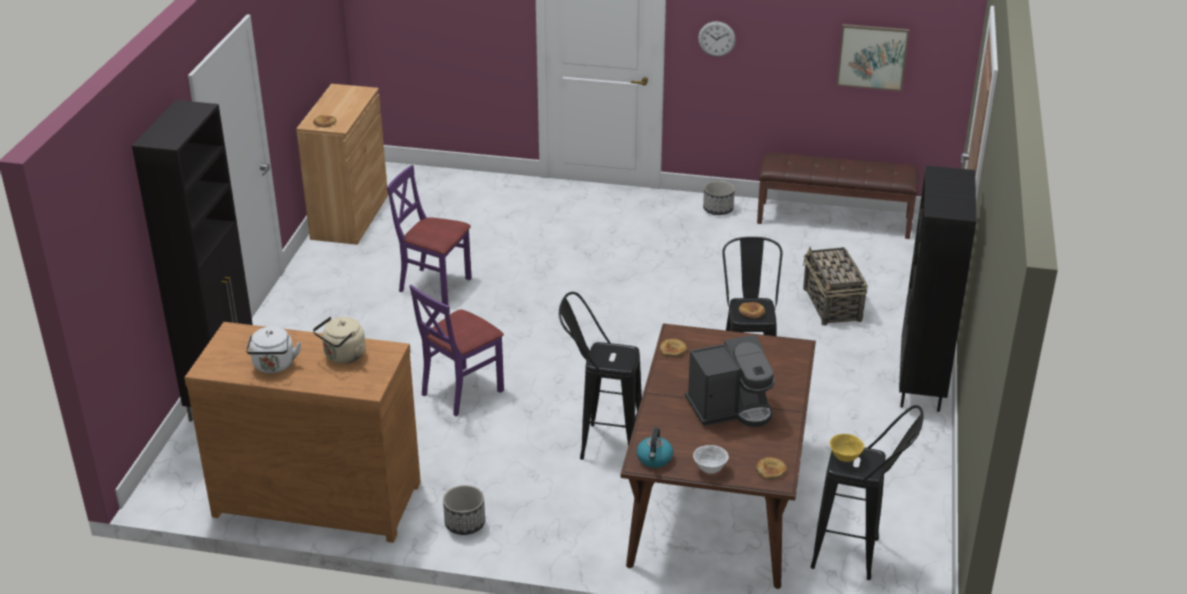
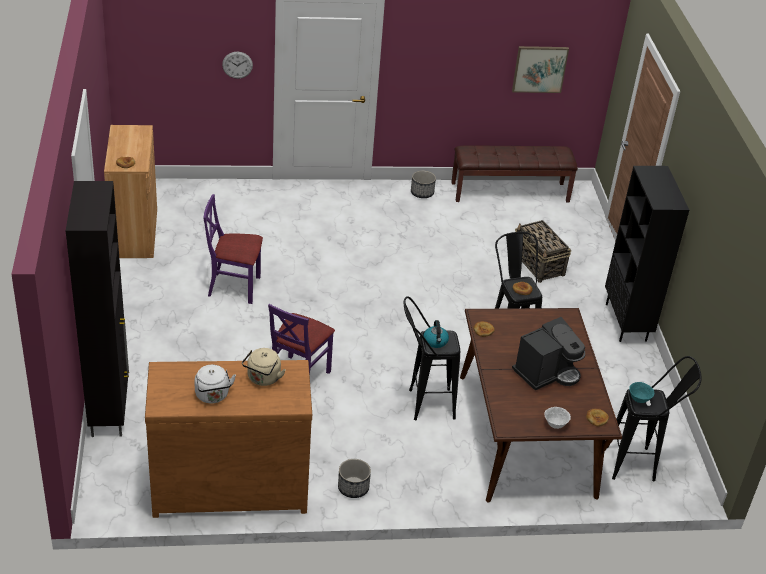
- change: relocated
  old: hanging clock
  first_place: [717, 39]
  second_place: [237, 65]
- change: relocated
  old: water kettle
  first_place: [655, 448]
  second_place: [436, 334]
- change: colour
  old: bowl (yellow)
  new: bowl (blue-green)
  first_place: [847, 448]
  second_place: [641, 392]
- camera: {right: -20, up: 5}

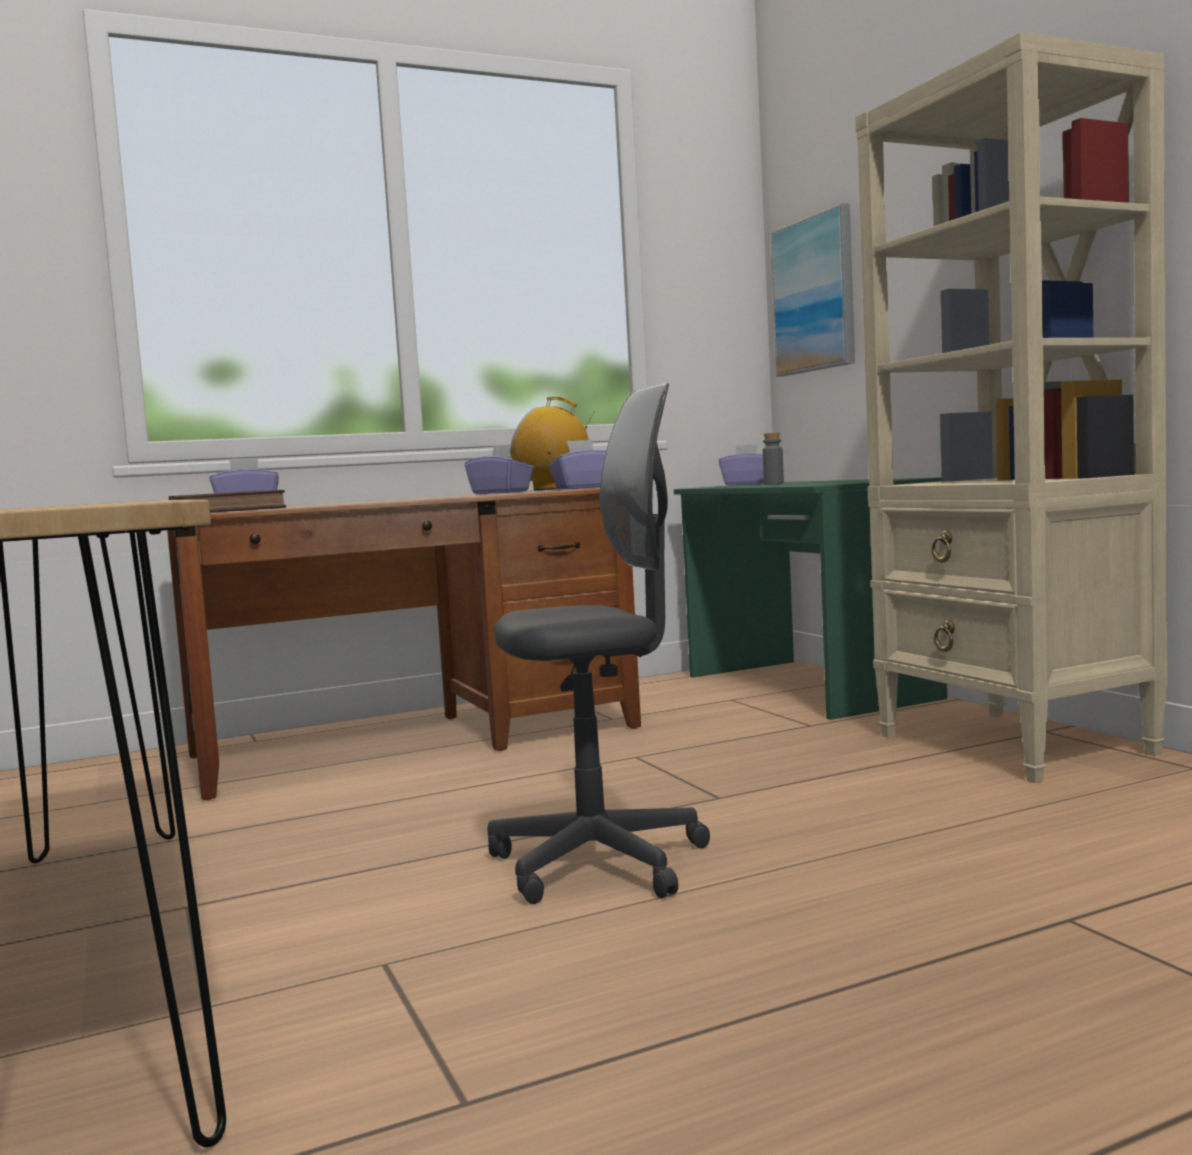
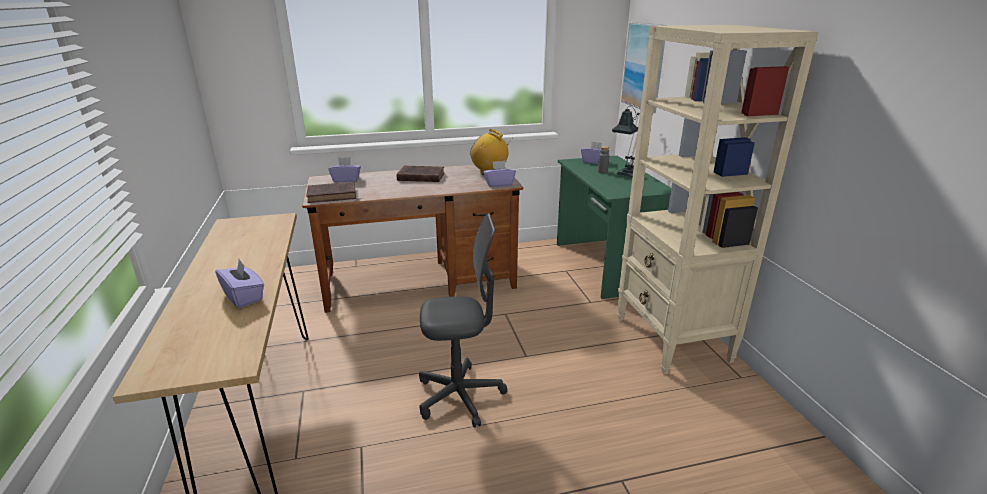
- change: relocated
  old: tissue box (purplish)
  first_place: [499, 469]
  second_place: [239, 284]
- change: appeared
  new: tabletop lamp
  second_place: [626, 141]
- change: appeared
  new: bound book (brown)
  second_place: [420, 174]
- camera: {right: 10, up: 20}

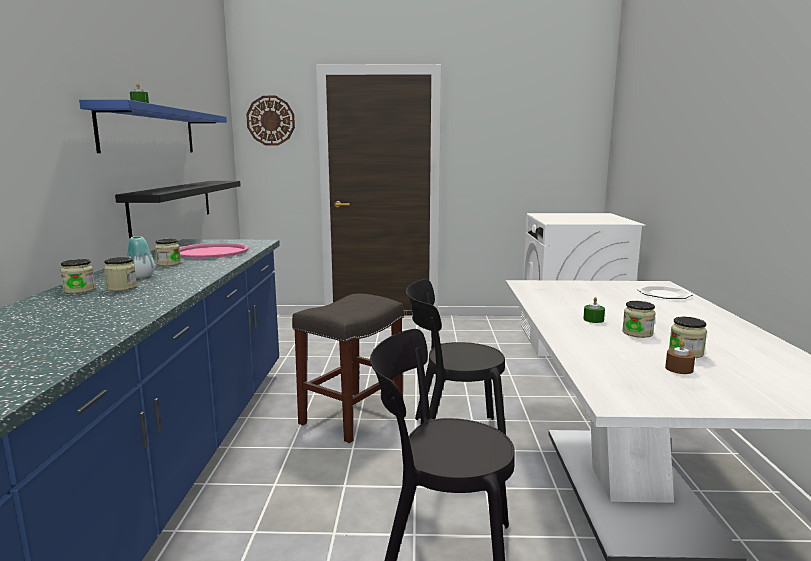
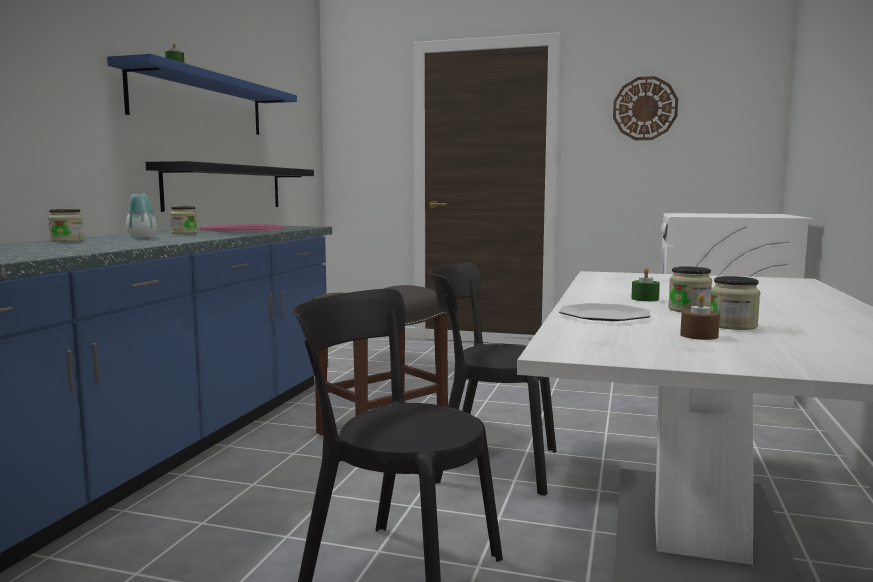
- change: relocated
  old: hanging clock
  first_place: [270, 121]
  second_place: [645, 108]
- change: missing
  old: preserve jar
  first_place: [120, 274]
- change: relocated
  old: plate
  first_place: [665, 292]
  second_place: [604, 312]
- camera: {right: 15, up: -5}

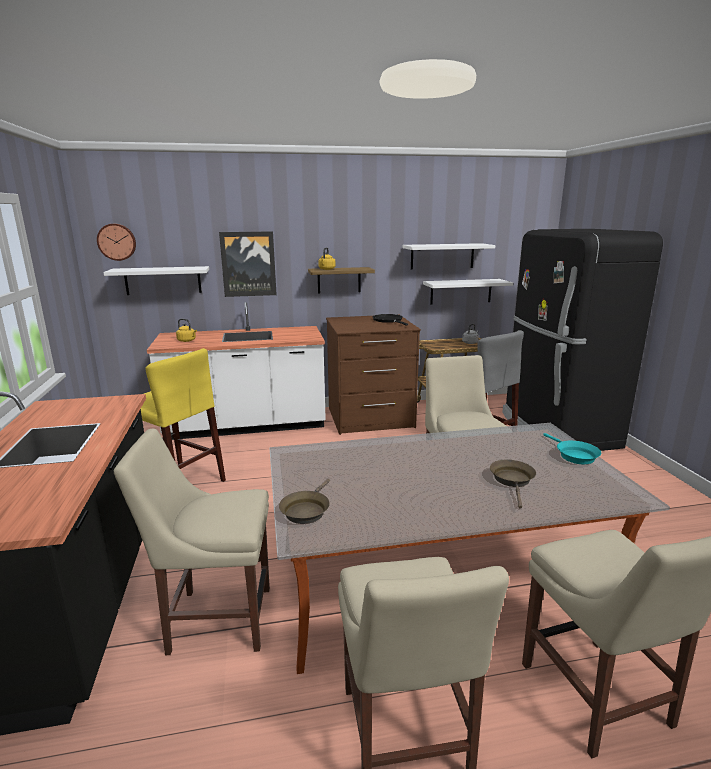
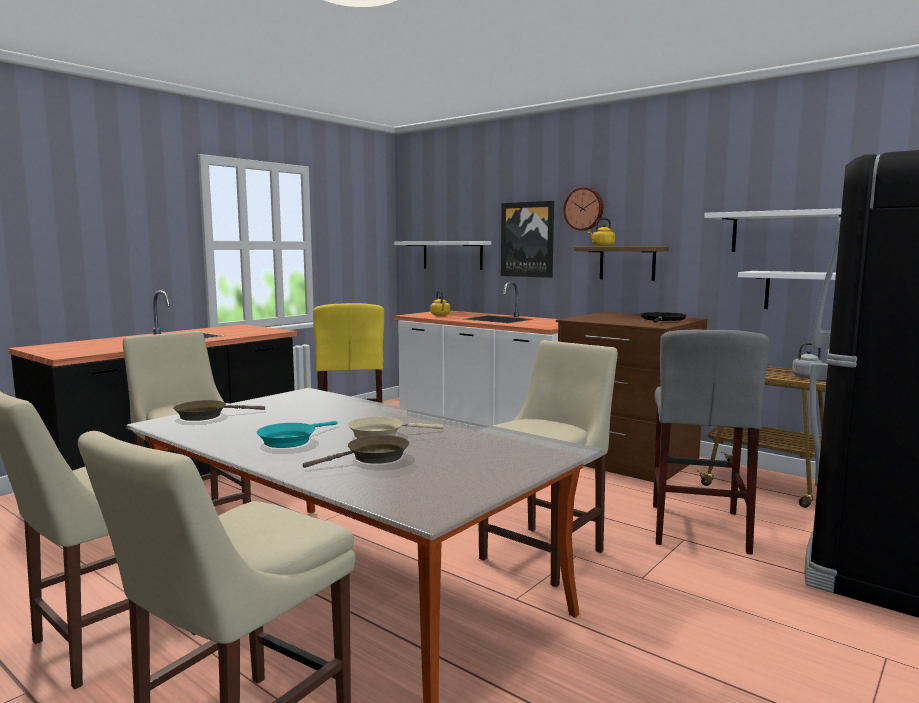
- change: relocated
  old: hanging clock
  first_place: [116, 242]
  second_place: [583, 209]
- change: relocated
  old: frying pan (blue-green)
  first_place: [572, 448]
  second_place: [296, 434]
- change: appeared
  new: frying pan (beige)
  second_place: [395, 427]
- camera: {right: 50, up: -10}

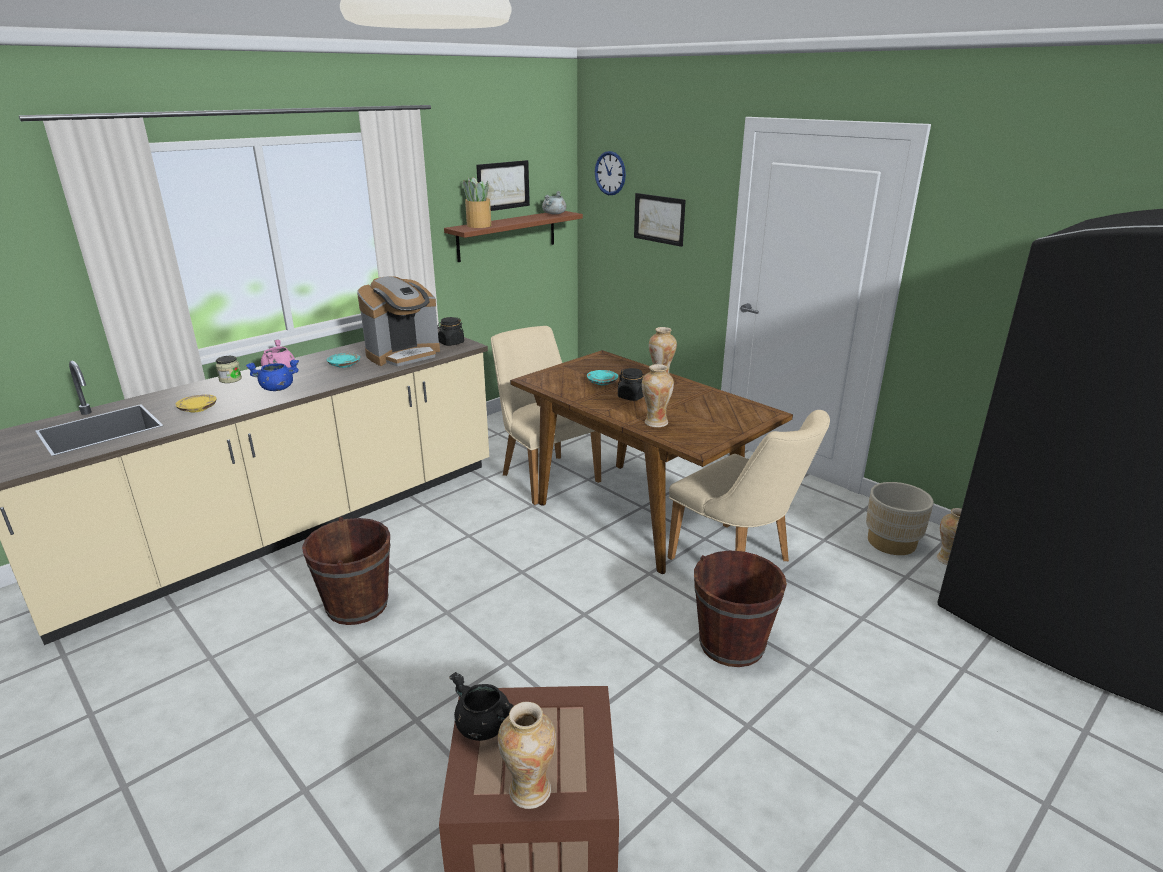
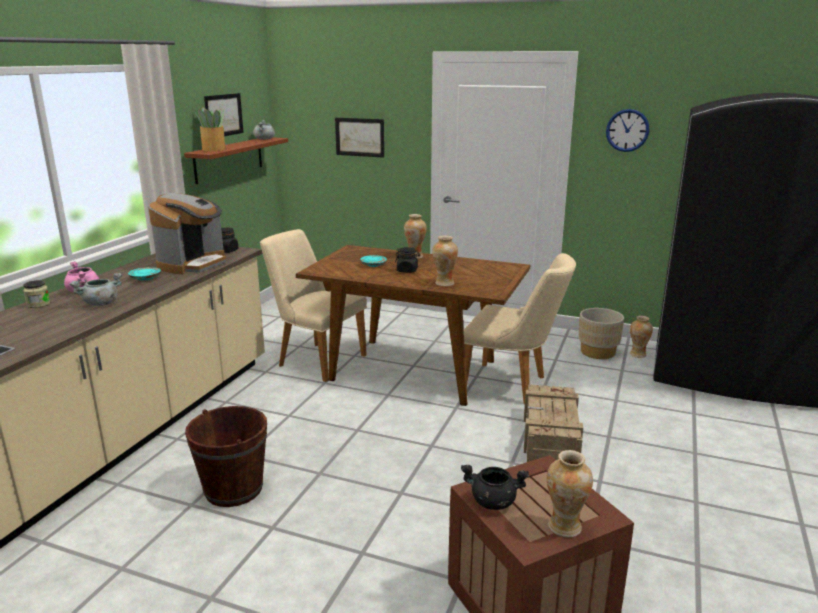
- change: relocated
  old: hanging clock
  first_place: [610, 173]
  second_place: [628, 130]
- change: colour
  old: cooking pot (bluish)
  new: cooking pot (grey)
  first_place: [272, 375]
  second_place: [96, 289]
- change: missing
  old: plate (yellow)
  first_place: [196, 403]
- change: exchanged
  old: pail (brown)
  new: packing crate
  first_place: [740, 609]
  second_place: [553, 423]
- camera: {right: -25, up: -5}

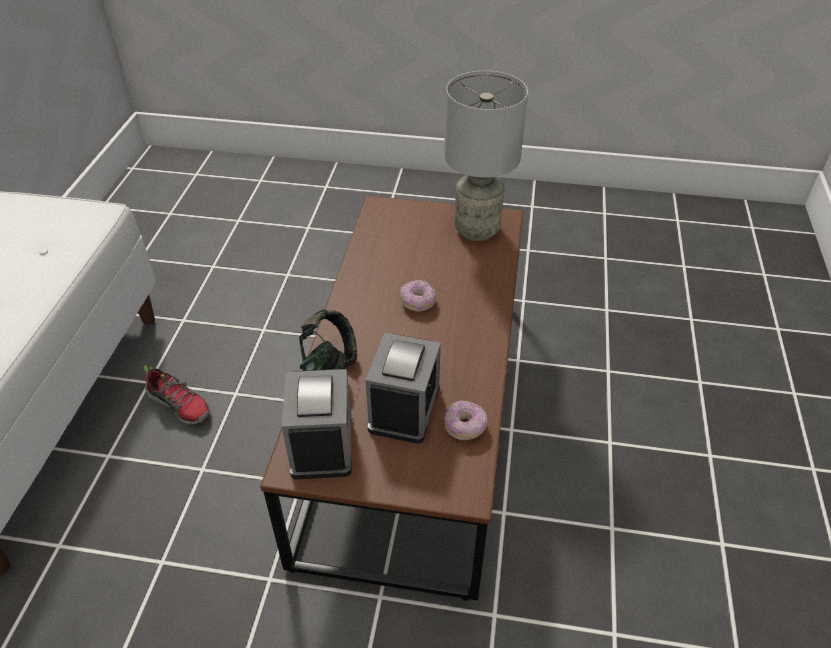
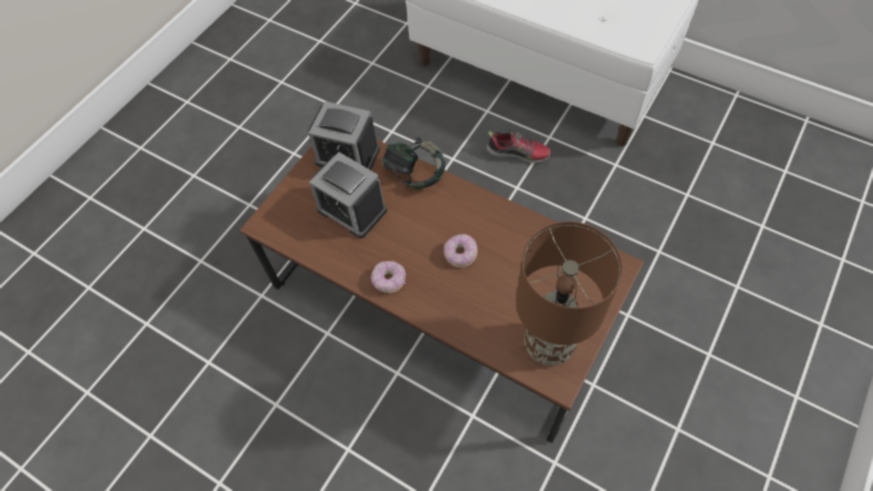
- change: colour
  old: tabletop lamp (grey)
  new: tabletop lamp (brown)
  first_place: [486, 156]
  second_place: [569, 293]
- change: spun
  old: shoe
  first_place: [177, 394]
  second_place: [519, 147]
  degrees: -135
- change: relocated
  old: ring doughnut
  first_place: [466, 420]
  second_place: [388, 277]
- camera: {right: 115, up: 15}

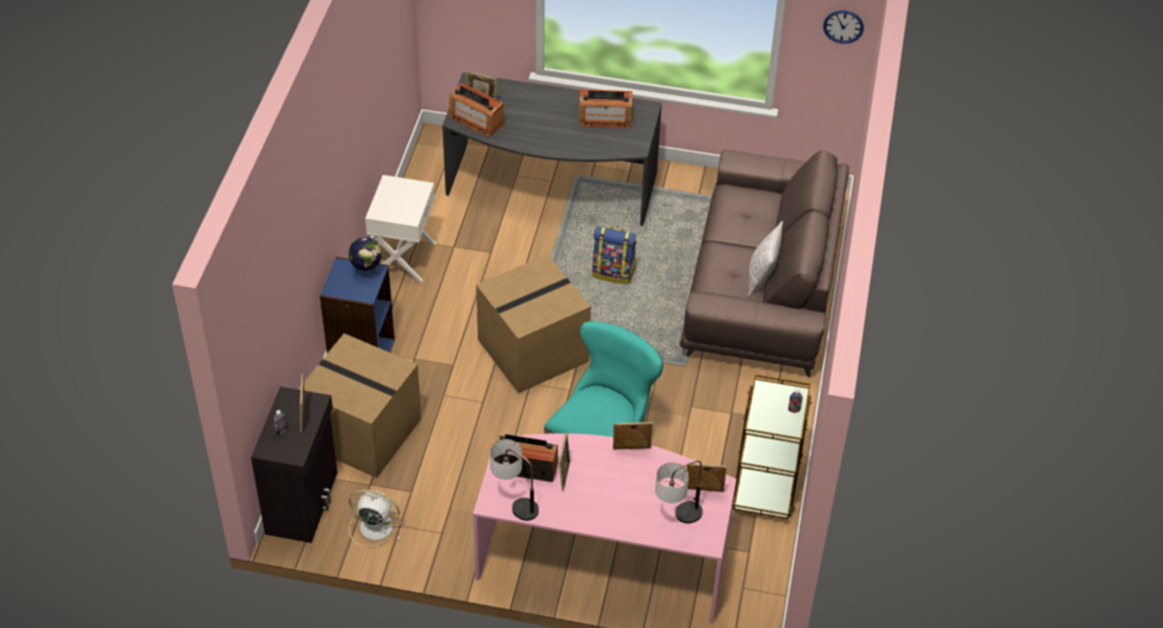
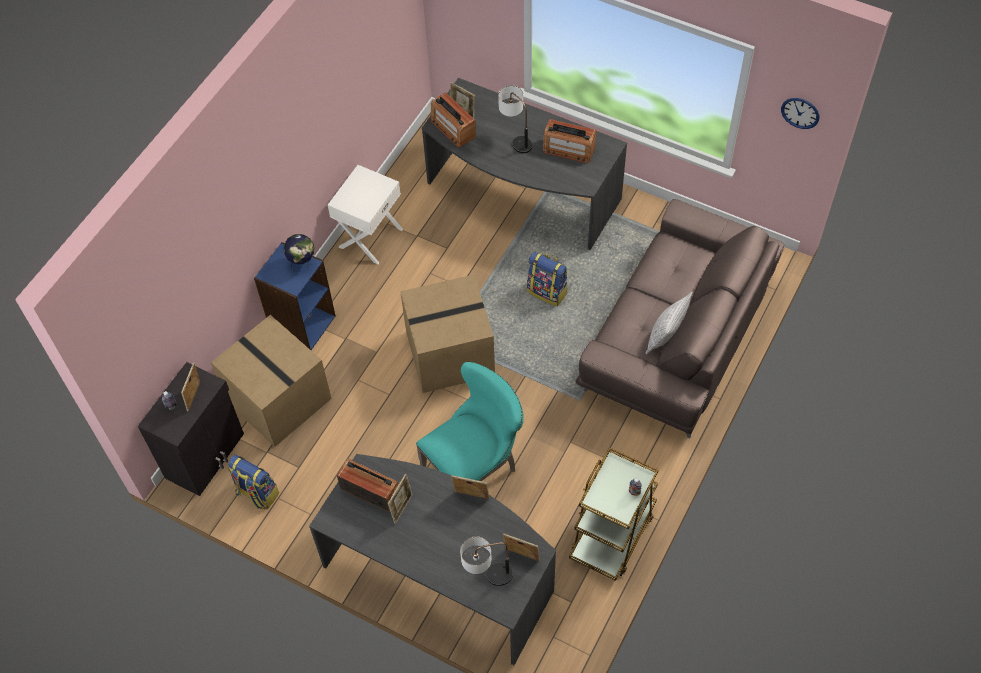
- change: colour
  old: desk table (pink-coloured)
  new: desk table (grey)
  first_place: [604, 528]
  second_place: [432, 559]
- change: relocated
  old: tabletop lamp
  first_place: [514, 480]
  second_place: [515, 119]
- change: exchanged
  old: fan (white)
  new: backpack
  first_place: [375, 518]
  second_place: [253, 482]
- camera: {right: 20, up: 10}

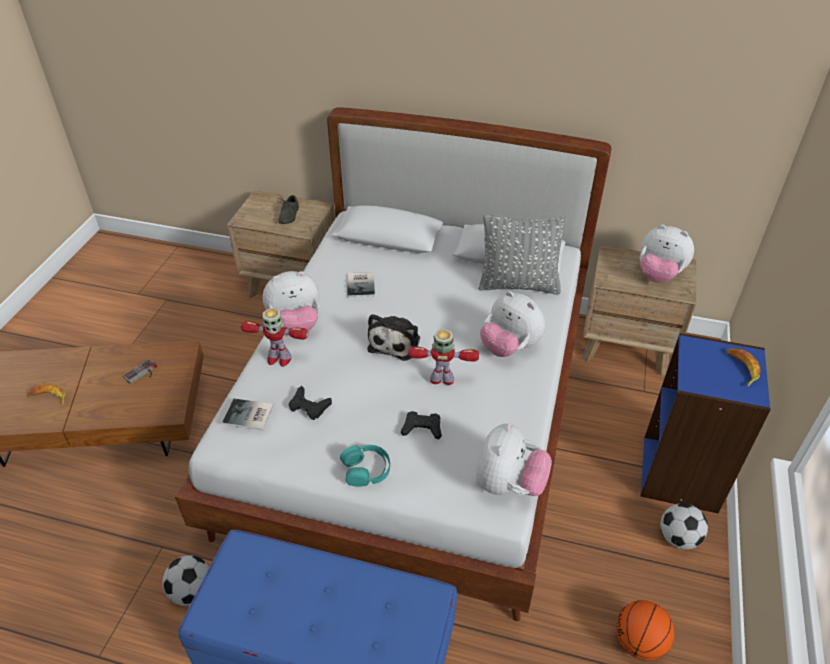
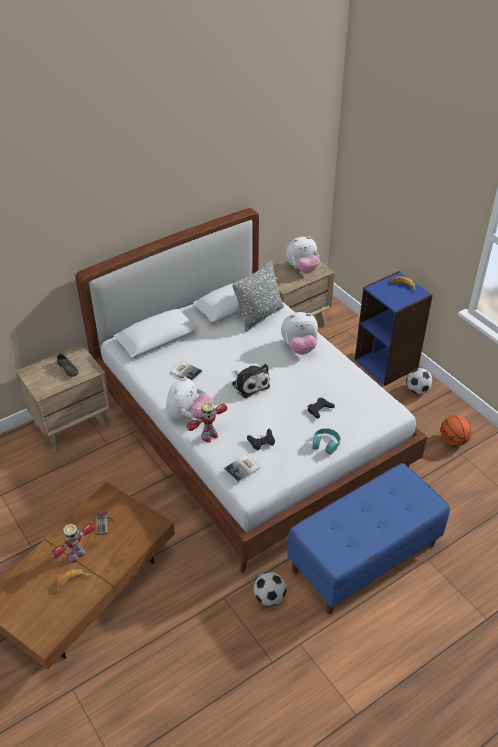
- change: relocated
  old: toy robot
  first_place: [443, 357]
  second_place: [73, 543]
- change: missing
  old: plush toy
  first_place: [513, 459]
- camera: {right: -50, up: 0}

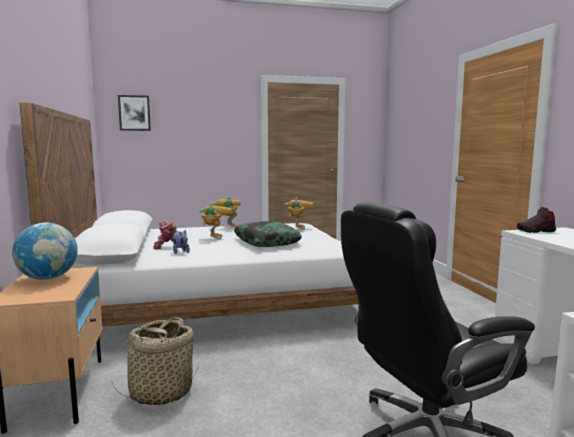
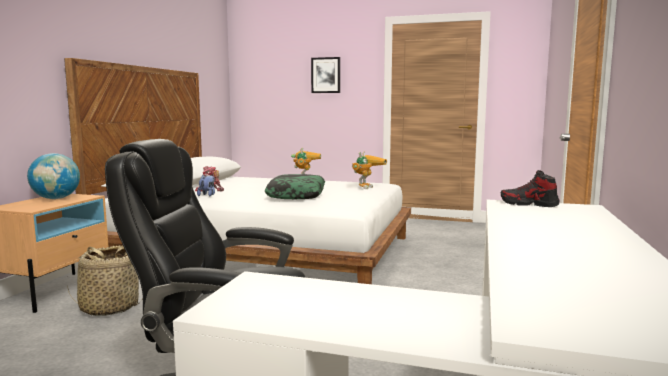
- change: relocated
  old: picture
  first_place: [134, 113]
  second_place: [325, 75]
- change: missing
  old: toy robot
  first_place: [216, 221]
- camera: {right: 30, up: 0}

